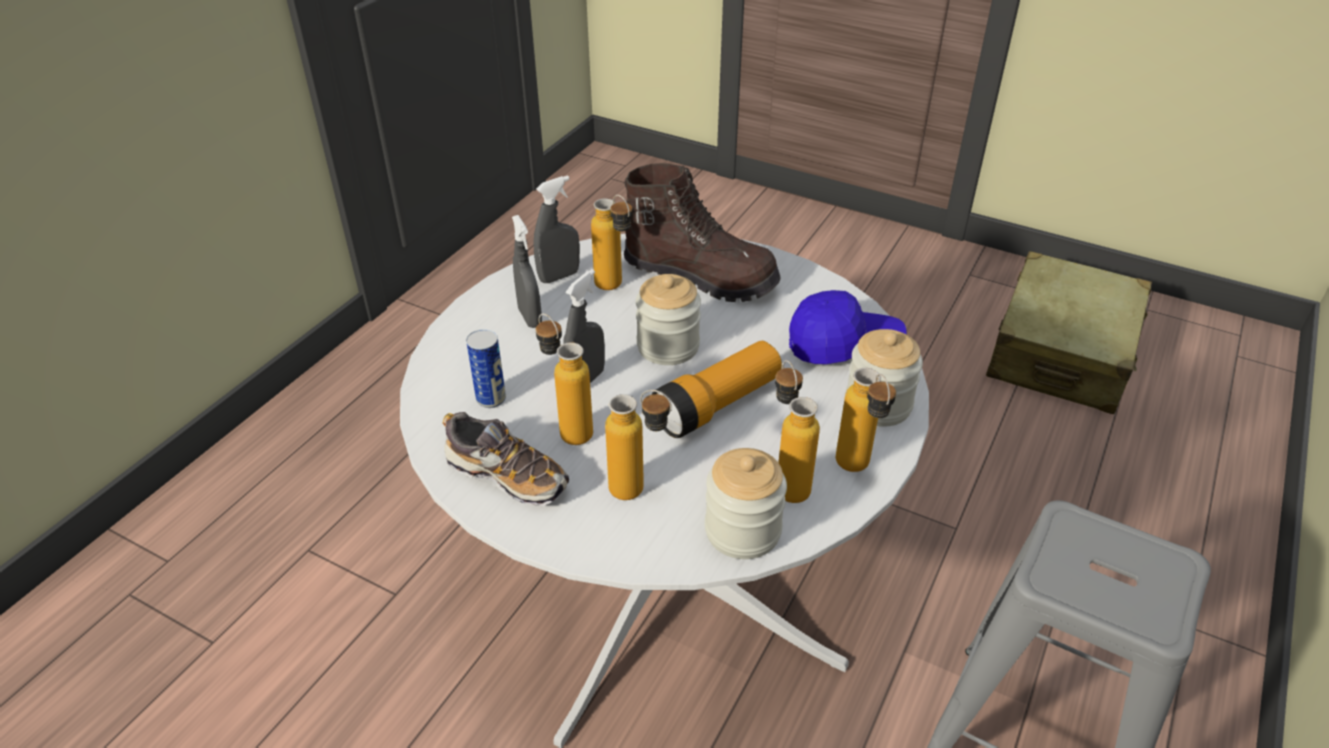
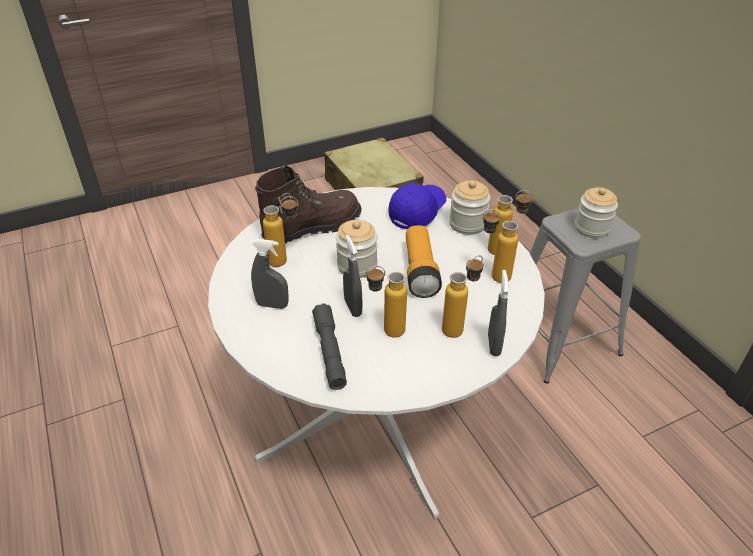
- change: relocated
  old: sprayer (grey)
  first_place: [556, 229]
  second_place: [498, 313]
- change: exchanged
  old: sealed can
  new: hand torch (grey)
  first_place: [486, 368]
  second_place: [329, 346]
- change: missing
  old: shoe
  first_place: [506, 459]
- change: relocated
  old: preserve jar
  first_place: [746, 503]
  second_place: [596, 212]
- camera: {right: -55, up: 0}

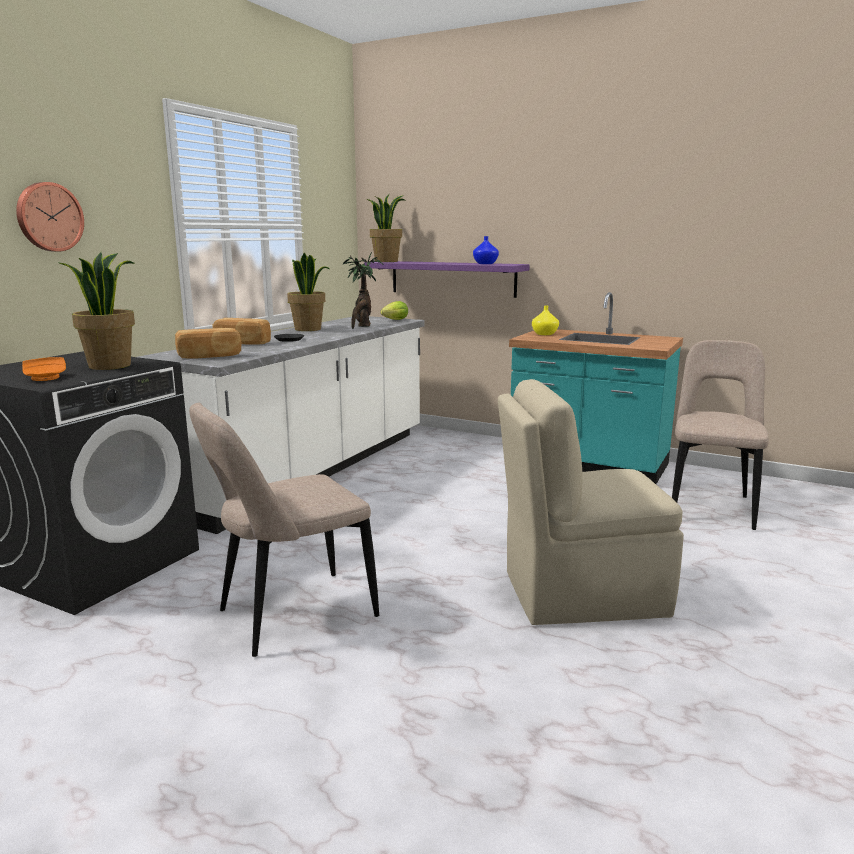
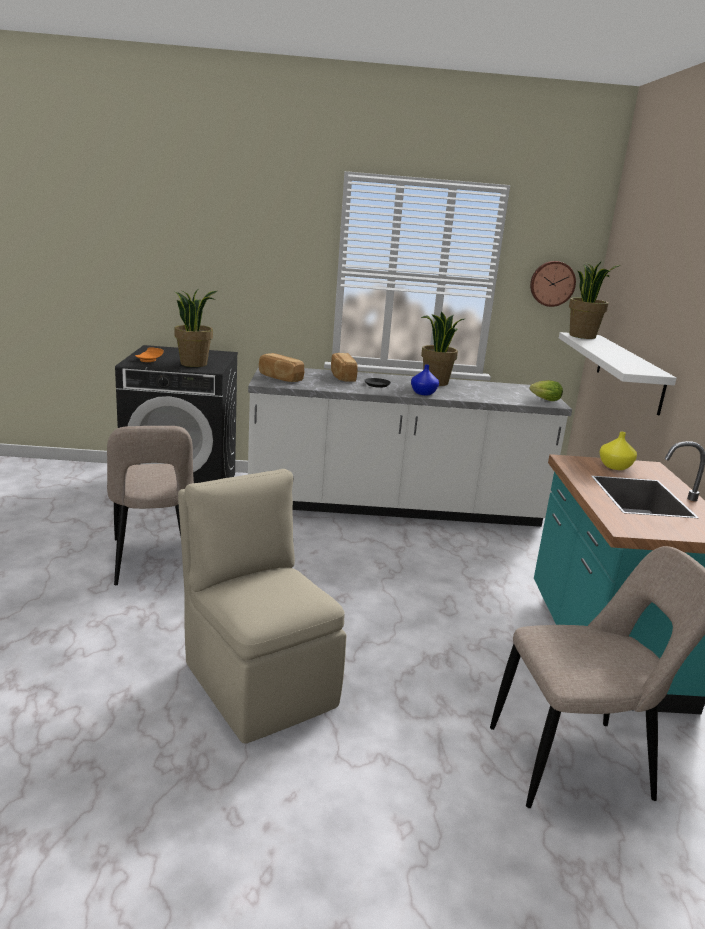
- change: relocated
  old: hanging clock
  first_place: [50, 217]
  second_place: [553, 284]
- change: relocated
  old: flower vase (bluish)
  first_place: [486, 250]
  second_place: [425, 380]
- change: missing
  old: plant in a pot
  first_place: [363, 290]
- change: colour
  old: wall shelf (purplish)
  new: wall shelf (white)
  first_place: [447, 279]
  second_place: [618, 374]
- change: spun
  old: chair (beige)
  first_place: [284, 530]
  second_place: [150, 505]
  degrees: -135
- camera: {right: 60, up: 5}

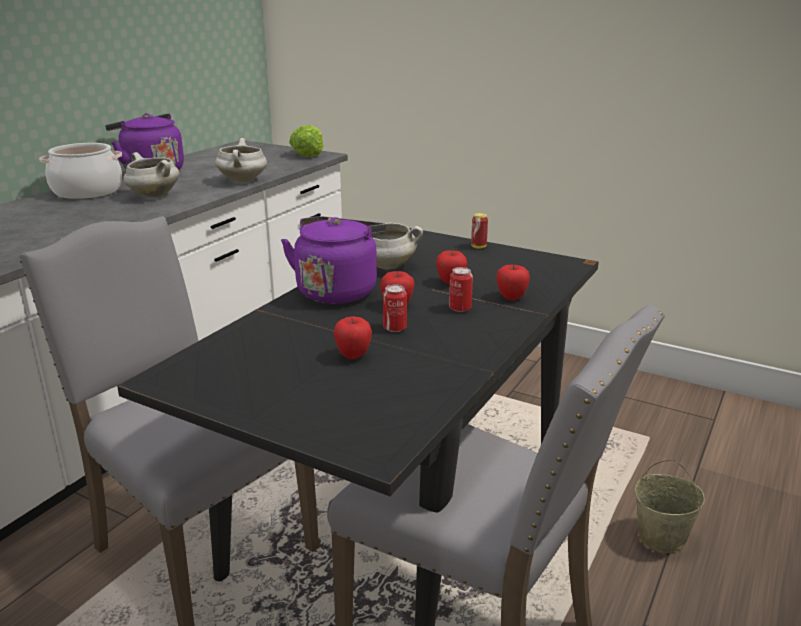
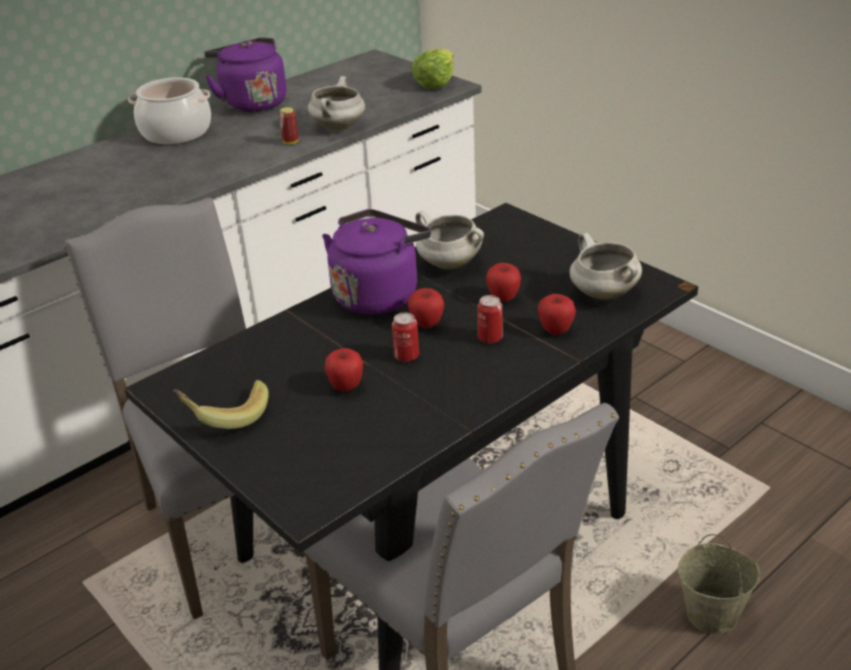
- change: relocated
  old: cooking pot (white)
  first_place: [151, 175]
  second_place: [606, 266]
- change: relocated
  old: sealed can
  first_place: [479, 231]
  second_place: [289, 126]
- change: appeared
  new: whole banana
  second_place: [221, 404]
- camera: {right: 20, up: 10}

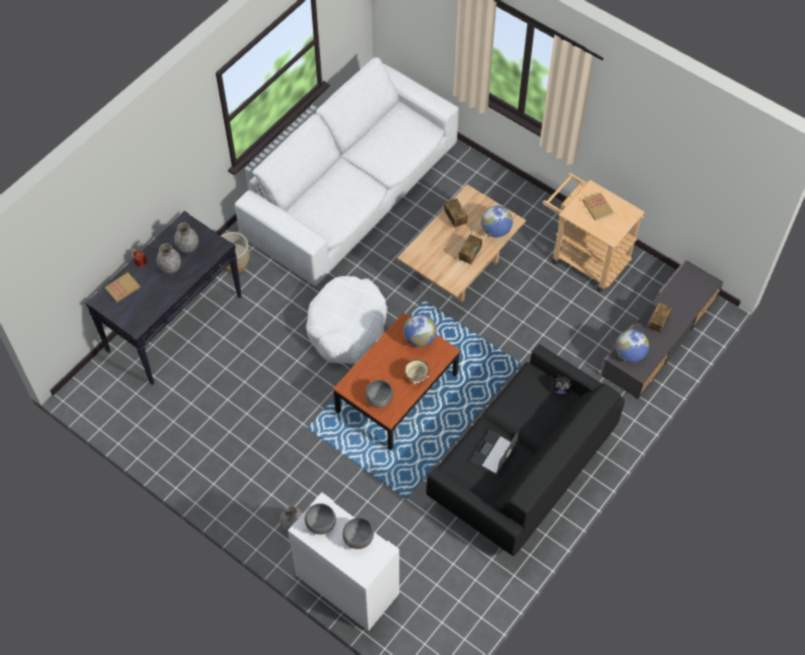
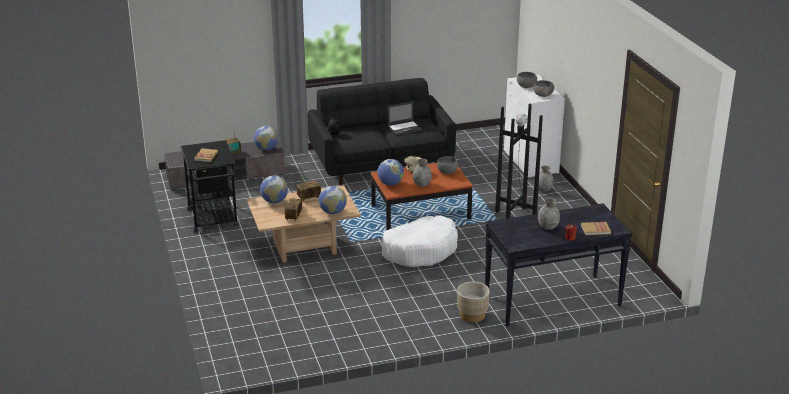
- change: missing
  old: couch (white)
  first_place: [347, 171]
- change: colour
  old: wheeled cart (beige)
  new: wheeled cart (black-coloured)
  first_place: [593, 232]
  second_place: [210, 186]
- change: relocated
  old: flower vase (grey)
  first_place: [186, 238]
  second_place: [422, 173]
- change: appeared
  new: floor lamp (black-coloured)
  second_place: [503, 161]
- change: appeared
  new: globe
  second_place: [332, 200]
- camera: {right: -145, up: -30}

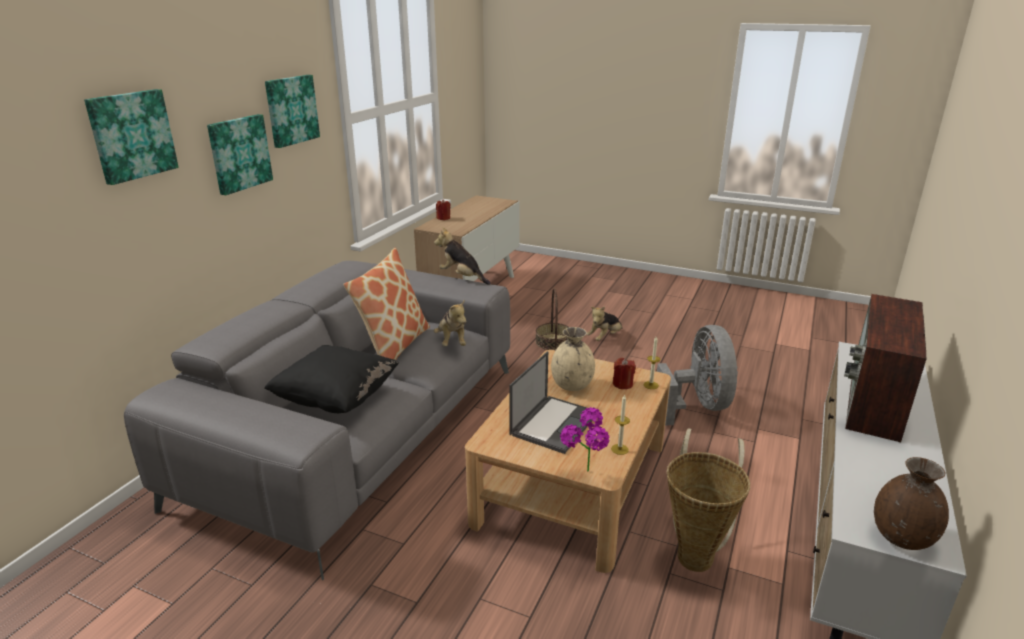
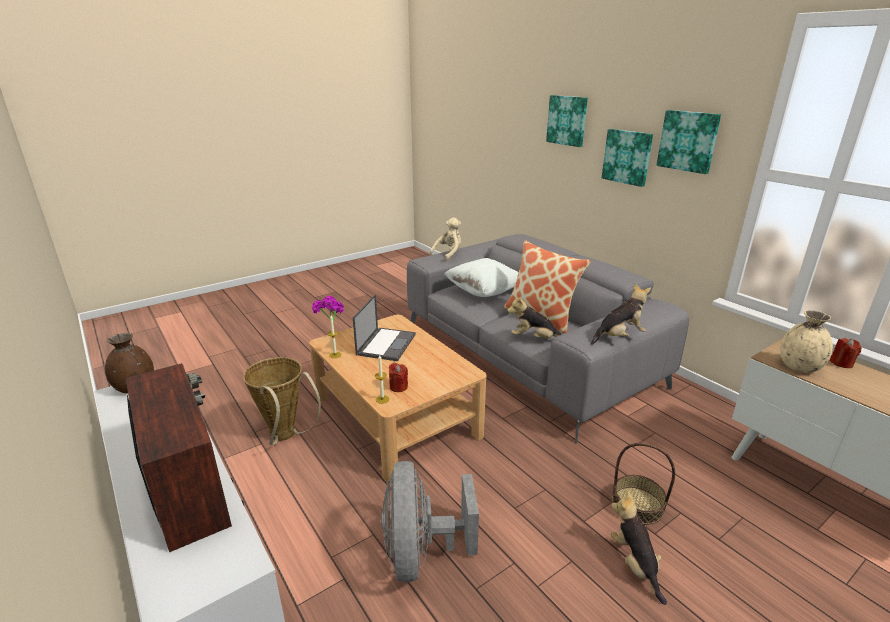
- change: spun
  old: fan (grey)
  first_place: [697, 375]
  second_place: [430, 521]
  degrees: 60
- change: relocated
  old: flower vase (beige)
  first_place: [573, 359]
  second_place: [806, 341]
- change: colour
  old: throw pillow (black-coloured)
  new: throw pillow (white)
  first_place: [331, 379]
  second_place: [481, 277]
- change: spun
  old: laptop
  first_place: [551, 402]
  second_place: [384, 327]
  degrees: -135
- change: appeared
  new: plush toy (beige)
  second_place: [445, 239]
- camera: {right: 120, up: 0}

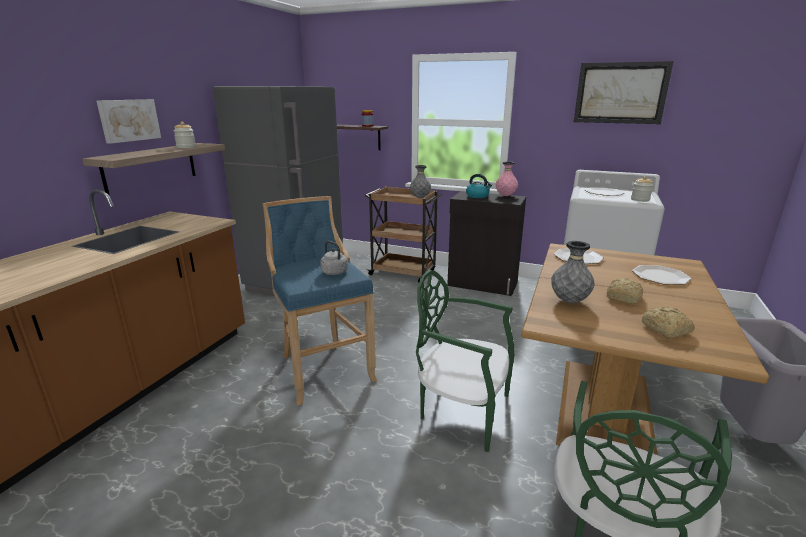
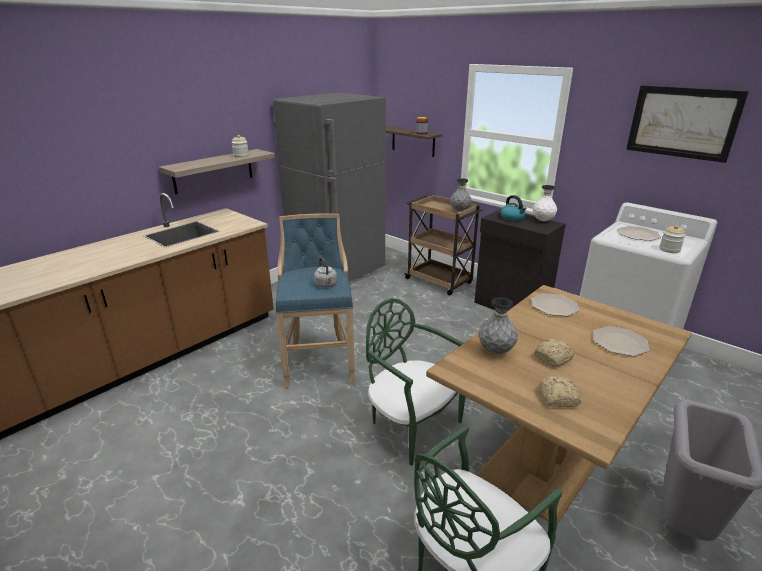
- change: missing
  old: picture
  first_place: [128, 121]
- change: colour
  old: flower vase (pink-coloured)
  new: flower vase (white)
  first_place: [507, 178]
  second_place: [545, 203]
- camera: {right: 20, up: 5}

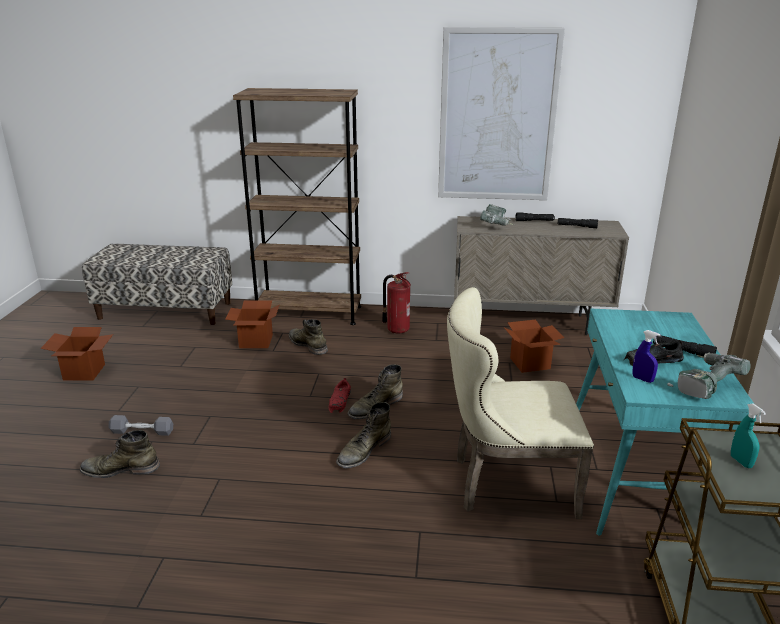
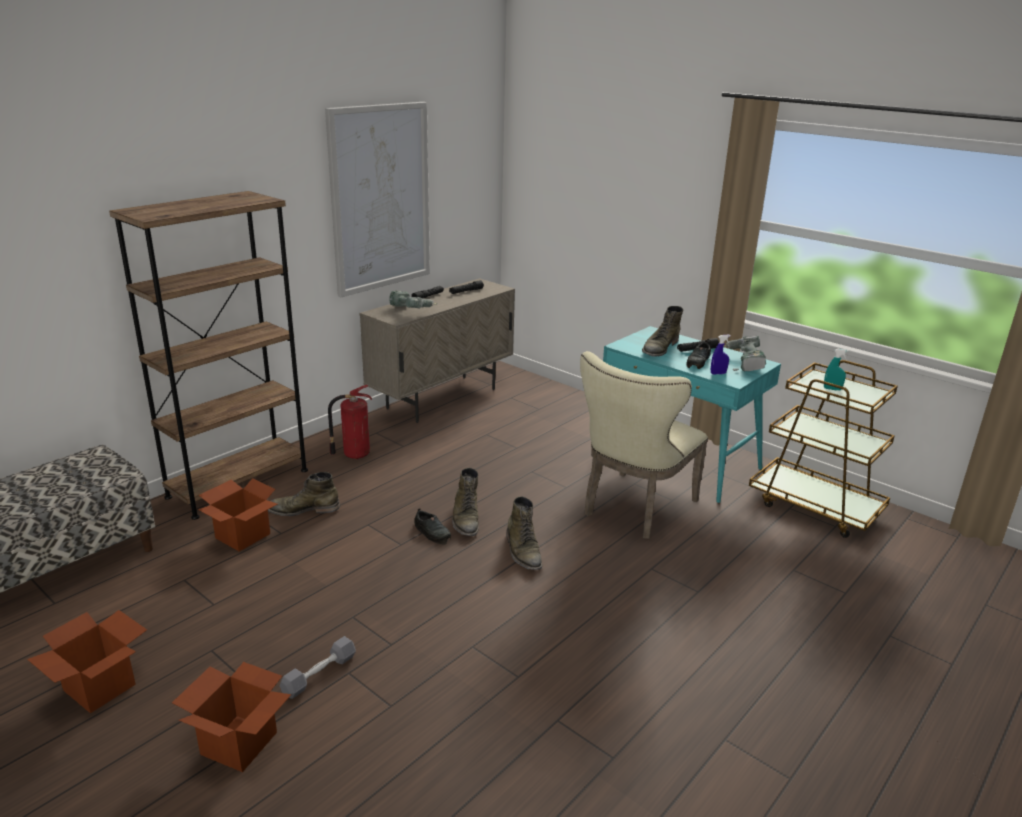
- change: relocated
  old: carton
  first_place: [534, 346]
  second_place: [231, 717]
- change: colour
  old: shoe (reddish)
  new: shoe (black-coloured)
  first_place: [340, 395]
  second_place: [432, 526]
- change: relocated
  old: tall boot (green)
  first_place: [120, 454]
  second_place: [662, 331]
- camera: {right: -55, up: 0}

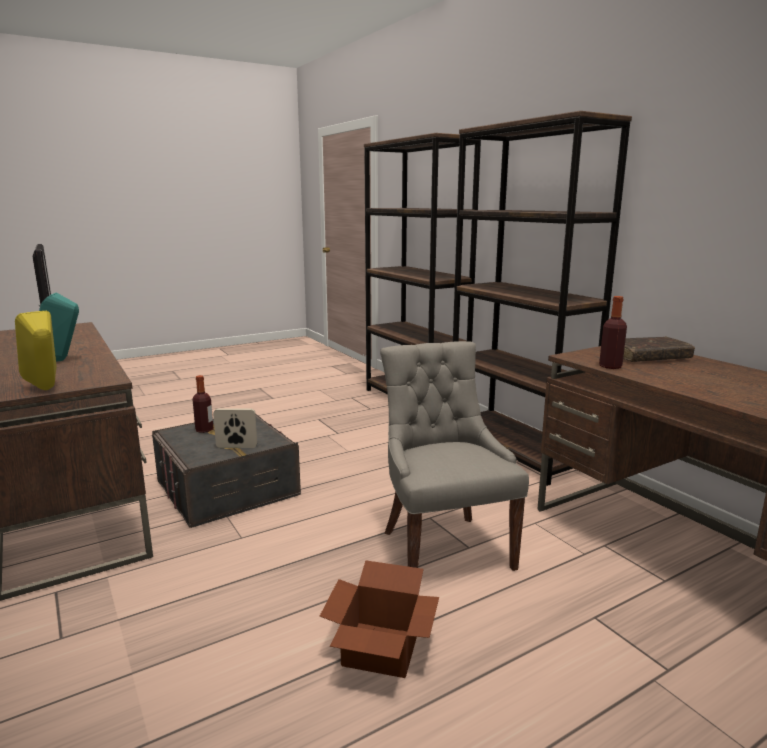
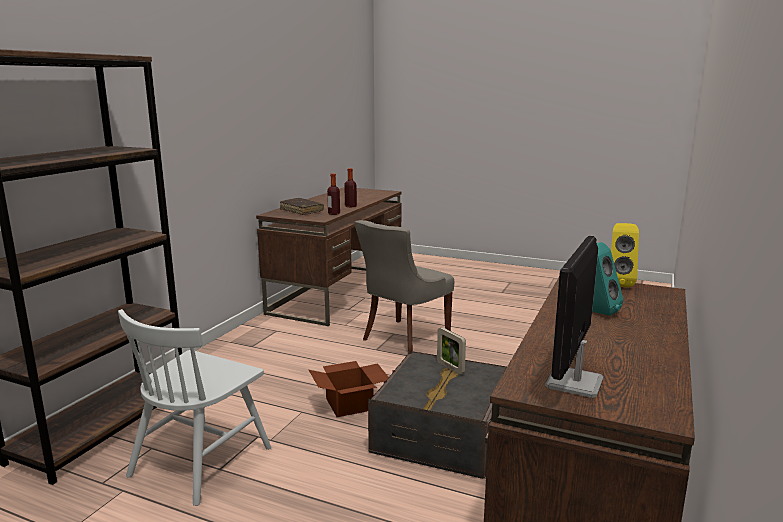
- change: missing
  old: shelving unit (brown)
  first_place: [542, 298]
- change: relocated
  old: beverage bottle
  first_place: [203, 404]
  second_place: [350, 187]
- change: relocated
  old: carton
  first_place: [379, 619]
  second_place: [349, 389]
- change: appeared
  new: chair (white)
  second_place: [194, 407]
- camera: {right: -125, up: 0}

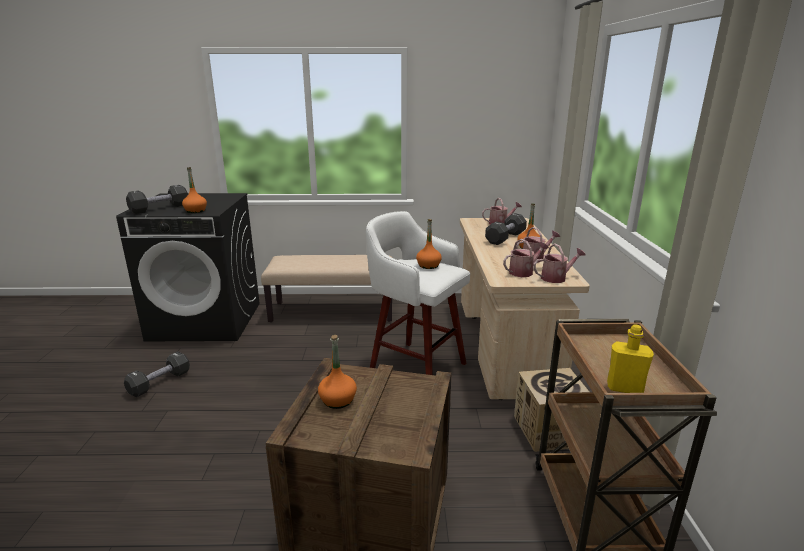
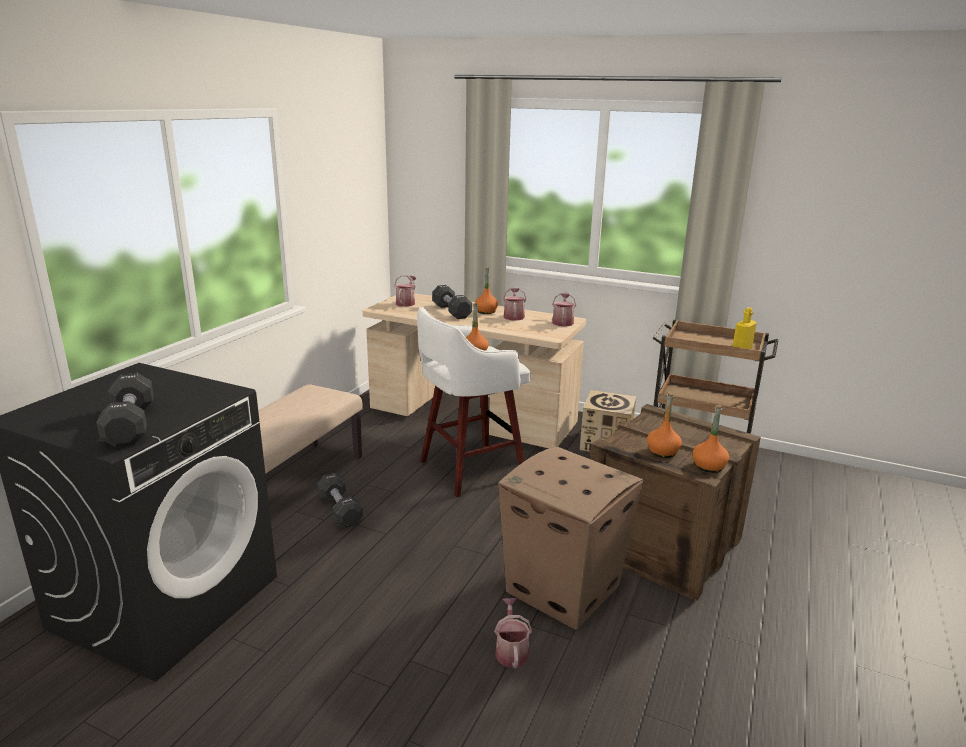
- change: relocated
  old: beverage bottle (orange-coloured)
  first_place: [194, 190]
  second_place: [711, 439]
- change: relocated
  old: sprinkling can
  first_place: [526, 258]
  second_place: [513, 633]
- change: relocated
  old: dumbbell (black-coloured)
  first_place: [157, 374]
  second_place: [340, 500]
- change: appeared
  new: carton
  second_place: [571, 538]
- camera: {right: -65, up: 0}

